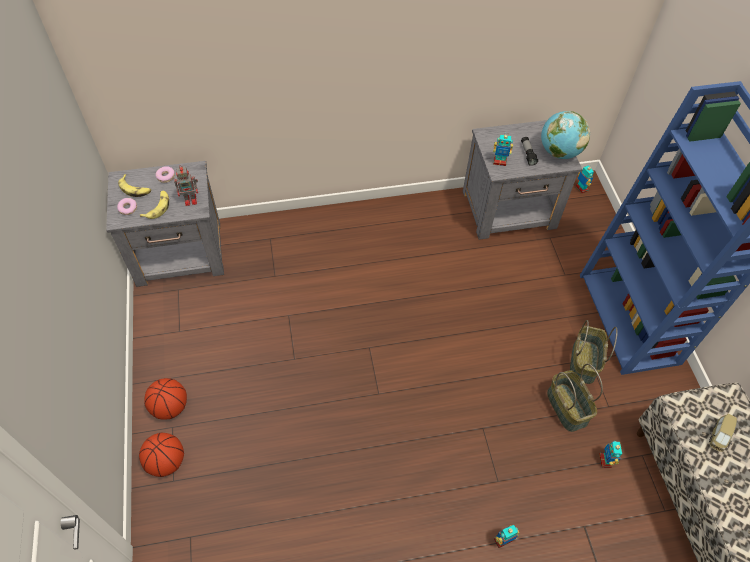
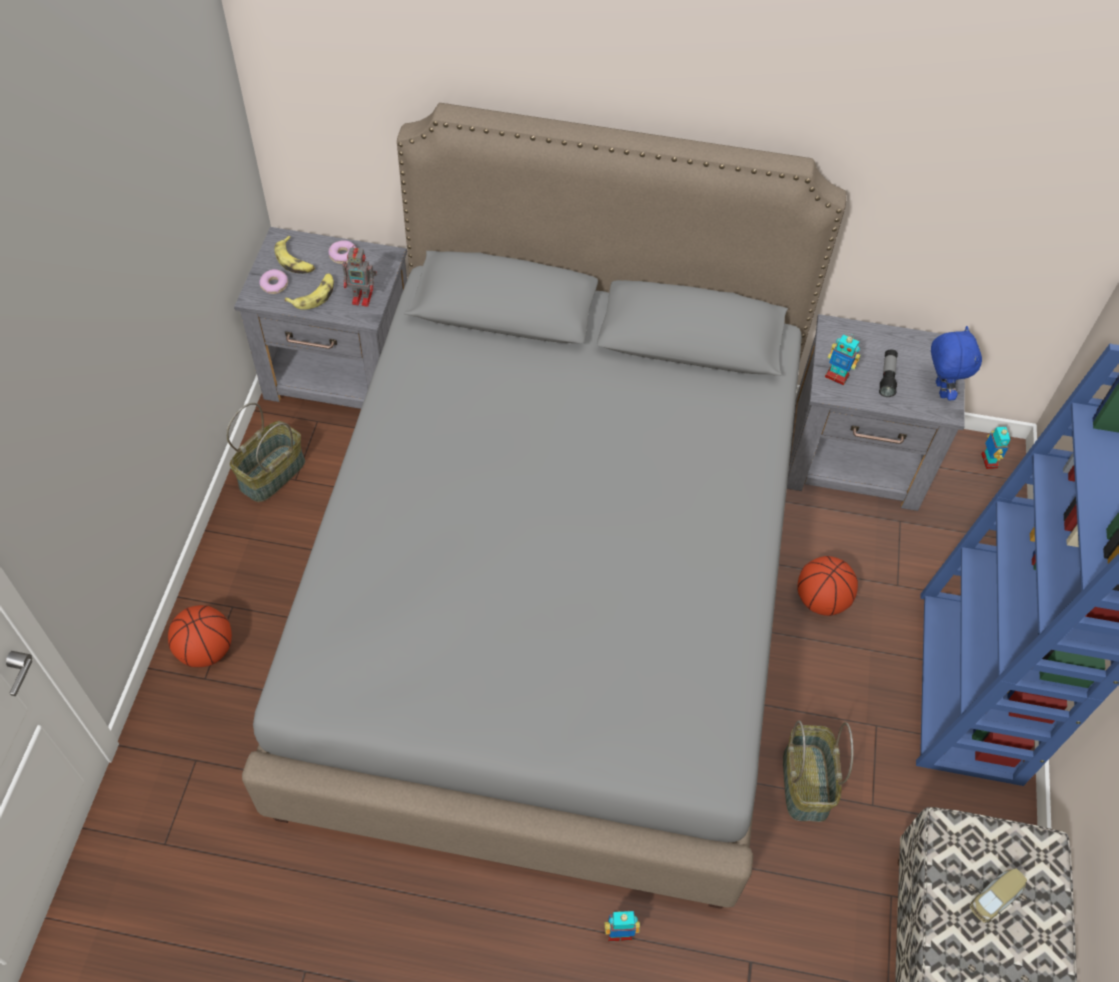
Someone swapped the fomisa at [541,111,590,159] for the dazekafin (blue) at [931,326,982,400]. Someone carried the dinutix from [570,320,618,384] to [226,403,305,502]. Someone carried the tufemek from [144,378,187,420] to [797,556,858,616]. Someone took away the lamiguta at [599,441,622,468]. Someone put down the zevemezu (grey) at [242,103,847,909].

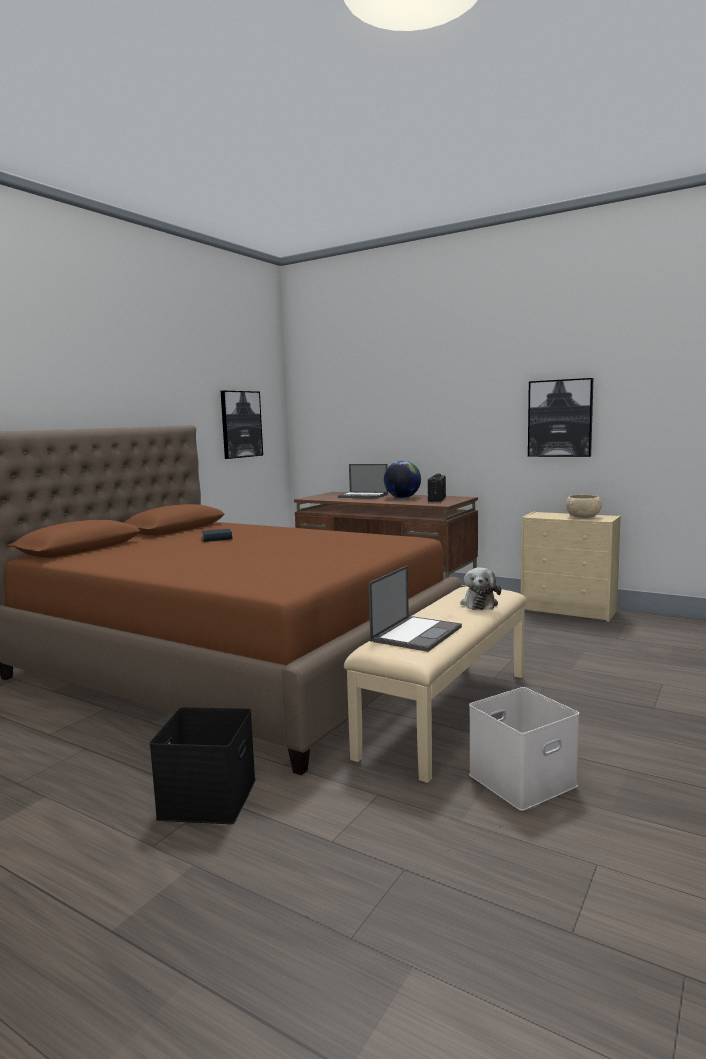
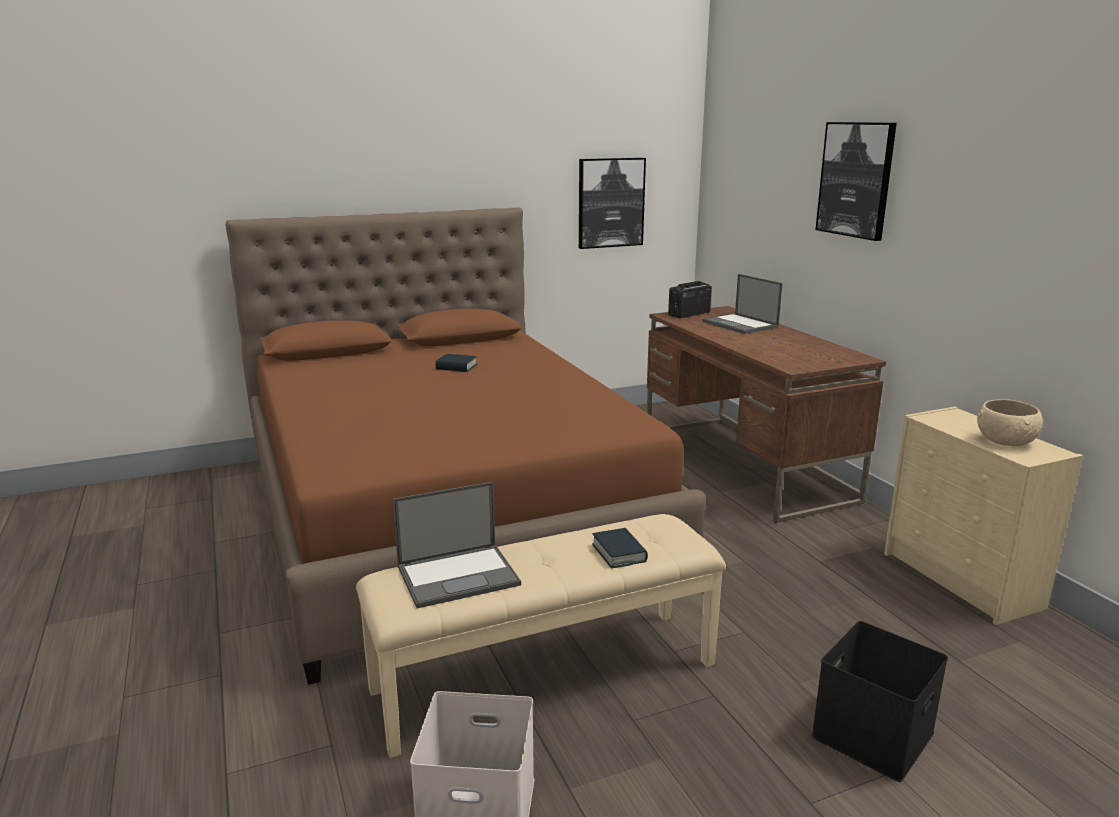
Someone carried the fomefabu from [528,378,593,457] to [815,122,897,241]. Someone took away the fomisa at [384,461,421,498]. Someone carried the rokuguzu from [428,473,446,502] to [668,281,712,318]. Someone swapped the dazekafin at [461,567,501,610] for the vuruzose at [592,528,648,568]. Someone carried the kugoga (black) from [149,707,256,824] to [811,621,948,782].

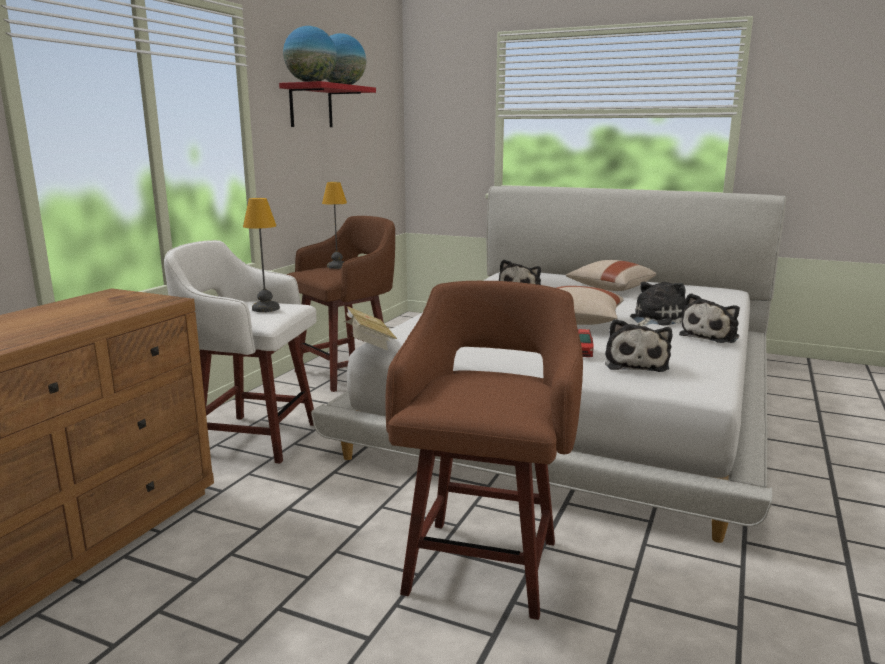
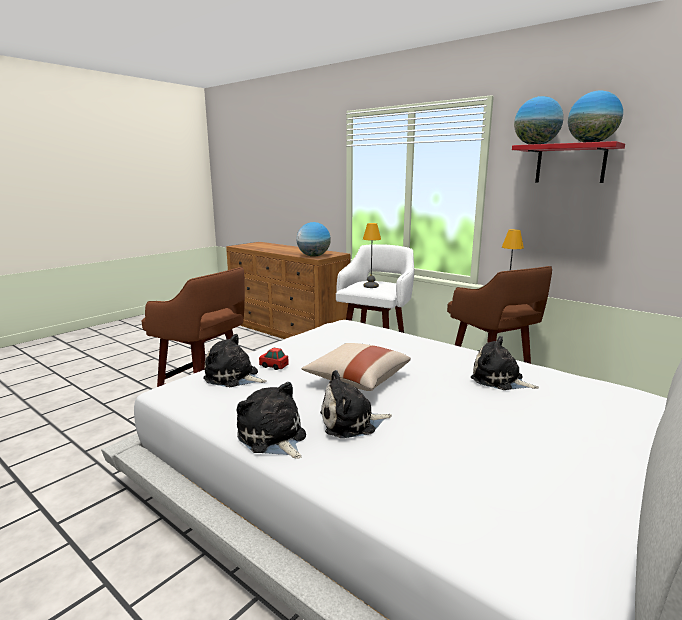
Someone took away the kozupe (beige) at [565,260,656,291]. Someone rotated the dazekafin at [630,282,686,326] by 105 degrees clockwise. Someone took away the vuruzose at [343,306,397,350]. Someone put down the fomisa at [296,222,331,257].

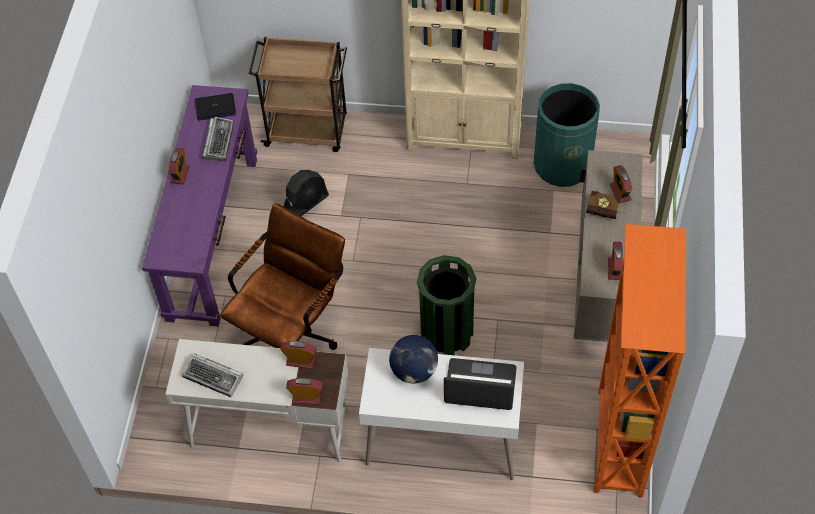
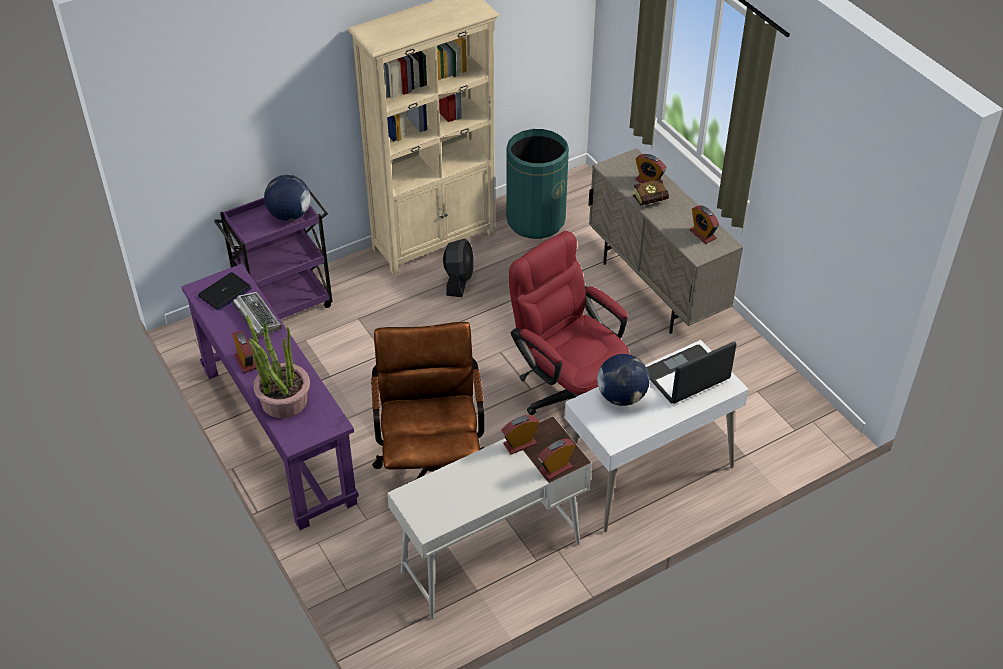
Someone repainted the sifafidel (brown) at [249,37,347,152], which became the sifafidel (purple) at [214,188,332,319]. Someone carried the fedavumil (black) from [284,170,329,216] to [443,239,474,297]. Someone took away the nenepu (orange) at [594,224,686,498]. Someone swapped the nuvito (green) at [417,255,476,355] for the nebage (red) at [509,231,629,415]. Someone took away the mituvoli at [182,354,243,397]. Someone put down the fomisa at [264,175,311,221]. Someone put down the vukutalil at [246,315,310,418].

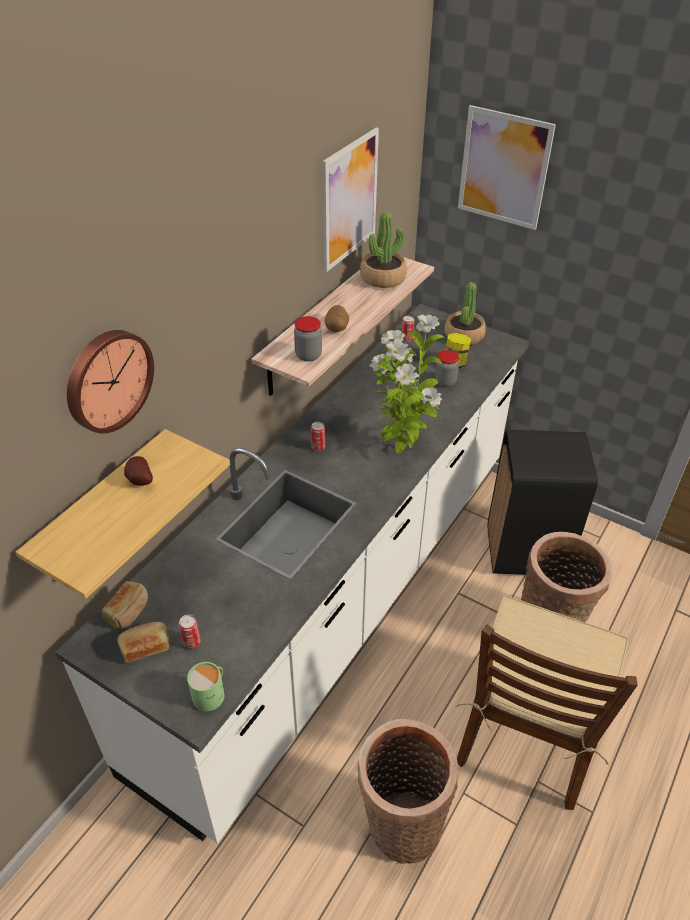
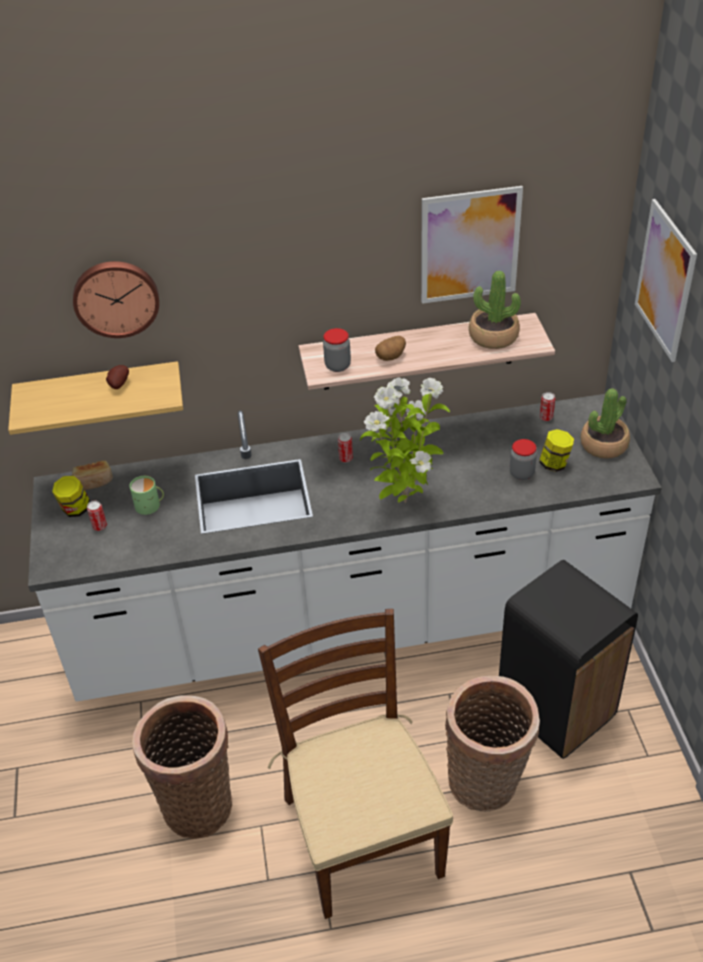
Someone rotated the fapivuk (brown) at [456,595,638,810] by 90 degrees clockwise. Someone swapped the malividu at [117,622,169,662] for the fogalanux at [52,476,90,517]. Someone carried the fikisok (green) from [187,662,225,711] to [130,476,164,515].

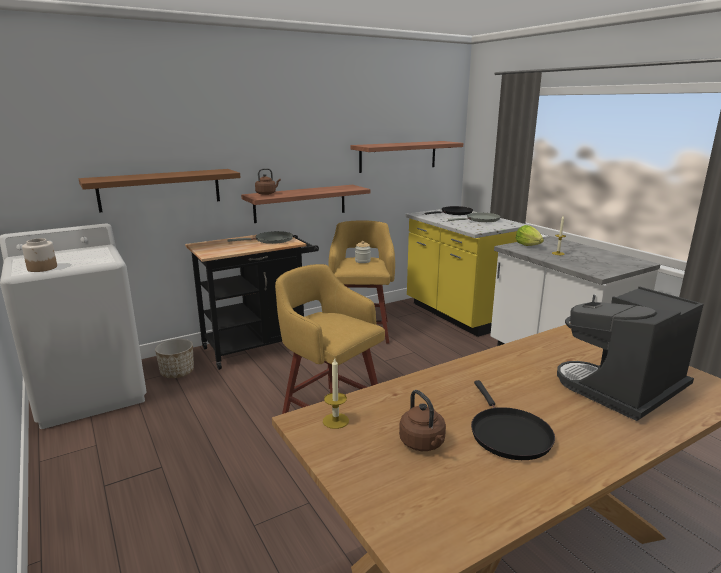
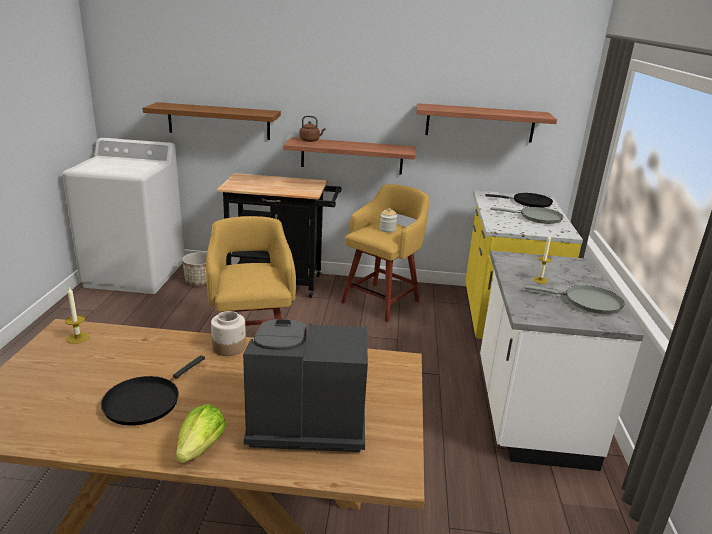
Someone carried the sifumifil from [516,225,544,246] to [176,404,226,463]. Someone carried the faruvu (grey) from [227,231,293,244] to [525,285,624,314]. Someone carried the fogalanux from [22,238,57,272] to [211,311,246,356]. Someone took away the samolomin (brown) at [399,390,446,451].

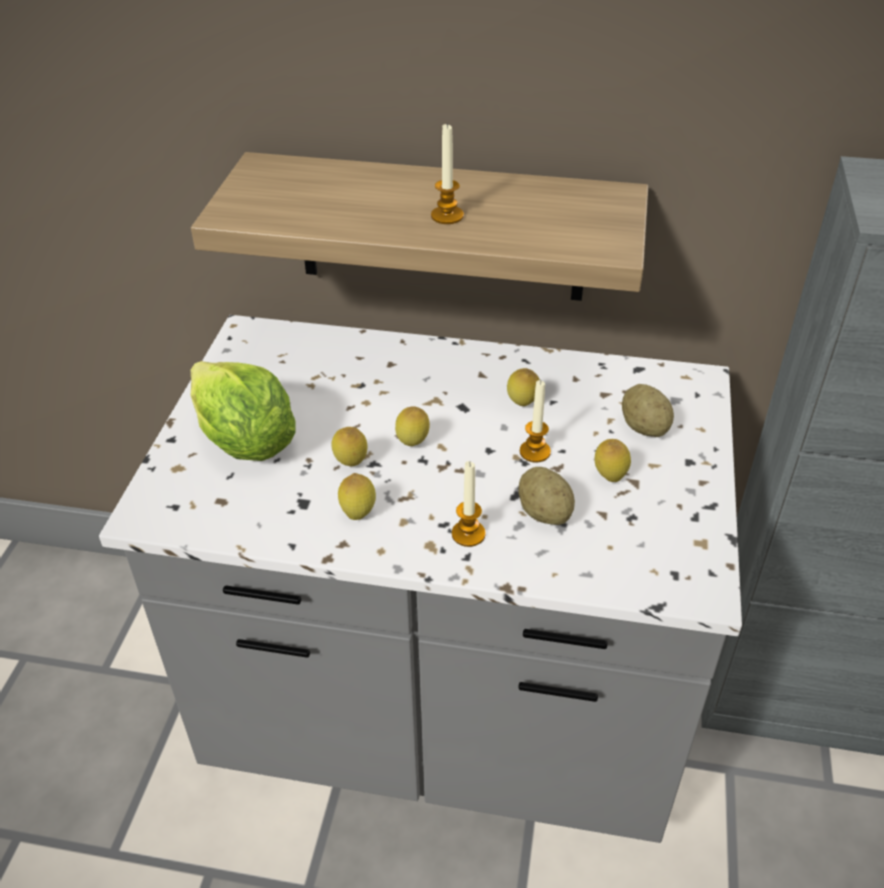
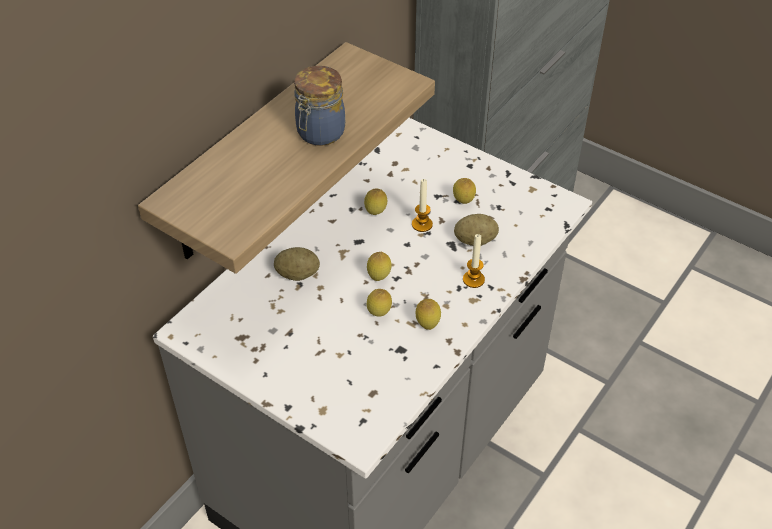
Someone swapped the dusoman at [431,123,464,224] for the fogalanux at [294,66,345,146]. Someone took away the sifumifil at [191,361,296,461]. Someone carried the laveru from [622,384,674,437] to [274,247,320,281].

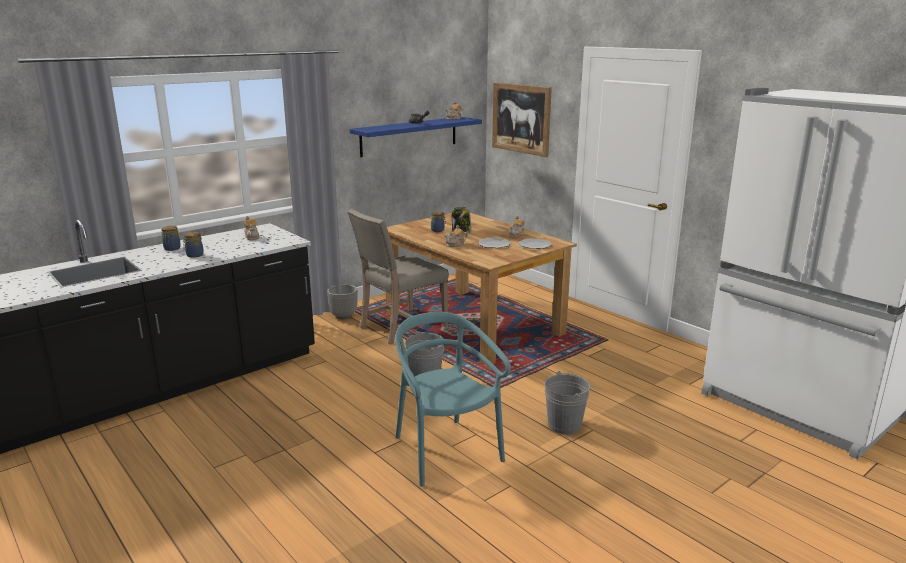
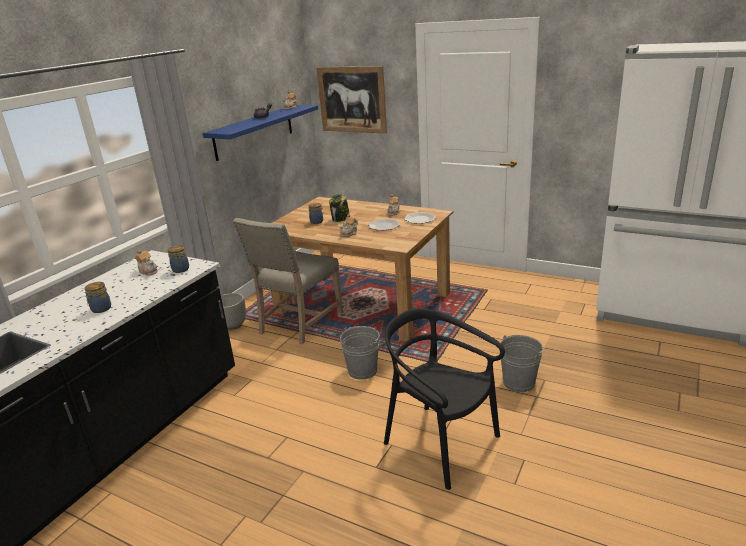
Someone carried the fogalanux from [161,226,181,251] to [168,245,189,273]. Someone repainted the fapivuk (turquoise) at [395,311,511,487], which became the fapivuk (black) at [384,308,505,490].

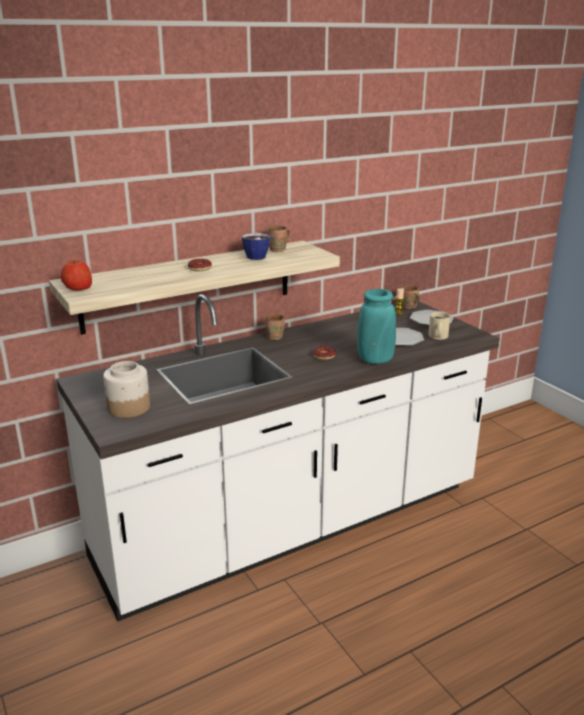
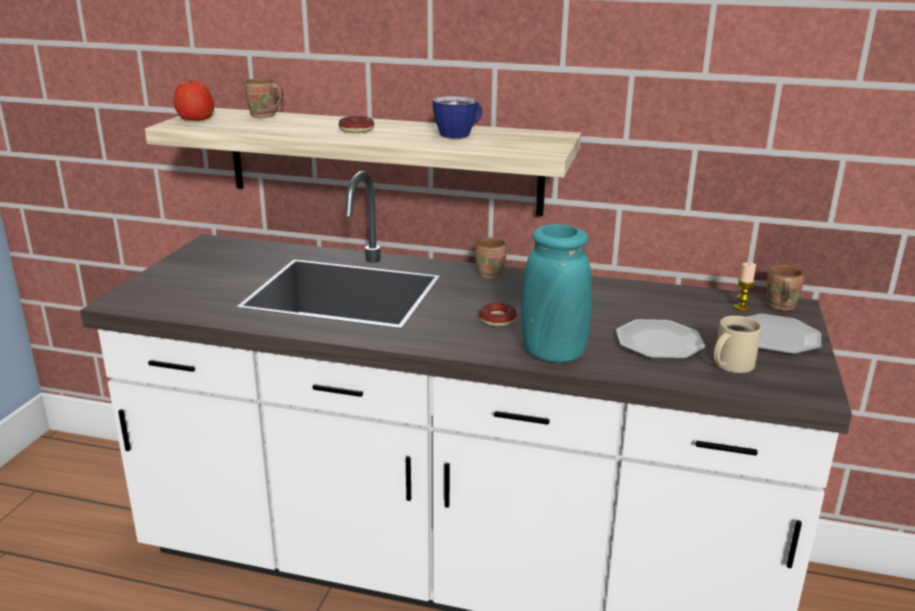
Someone carried the fikisok (brown) from [267,225,290,252] to [245,78,283,118]. Someone took away the fogalanux at [103,361,150,418].

